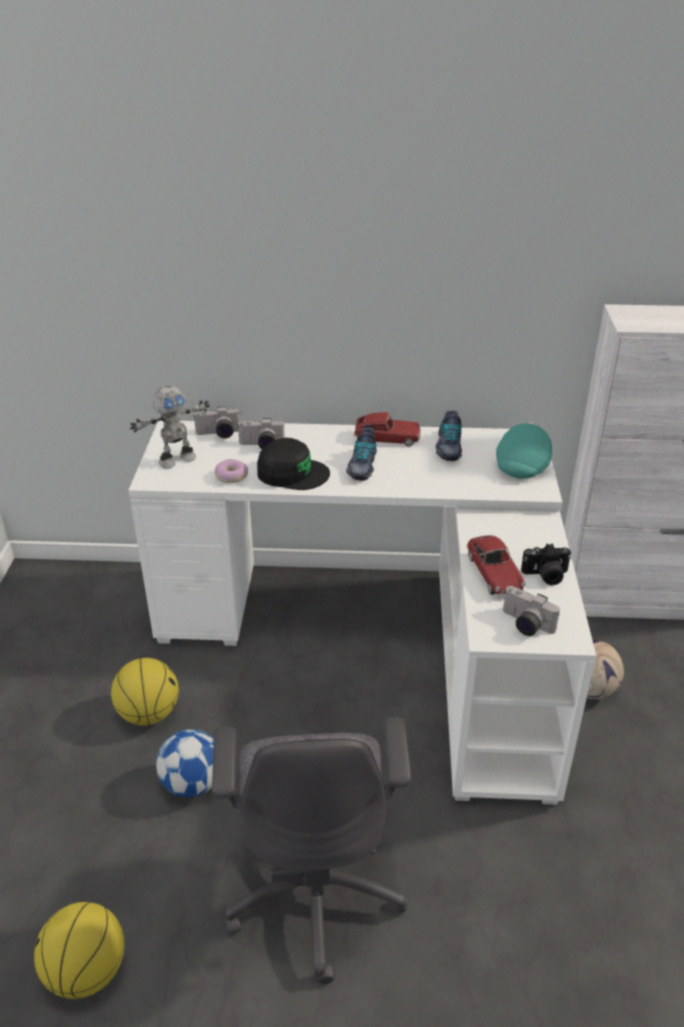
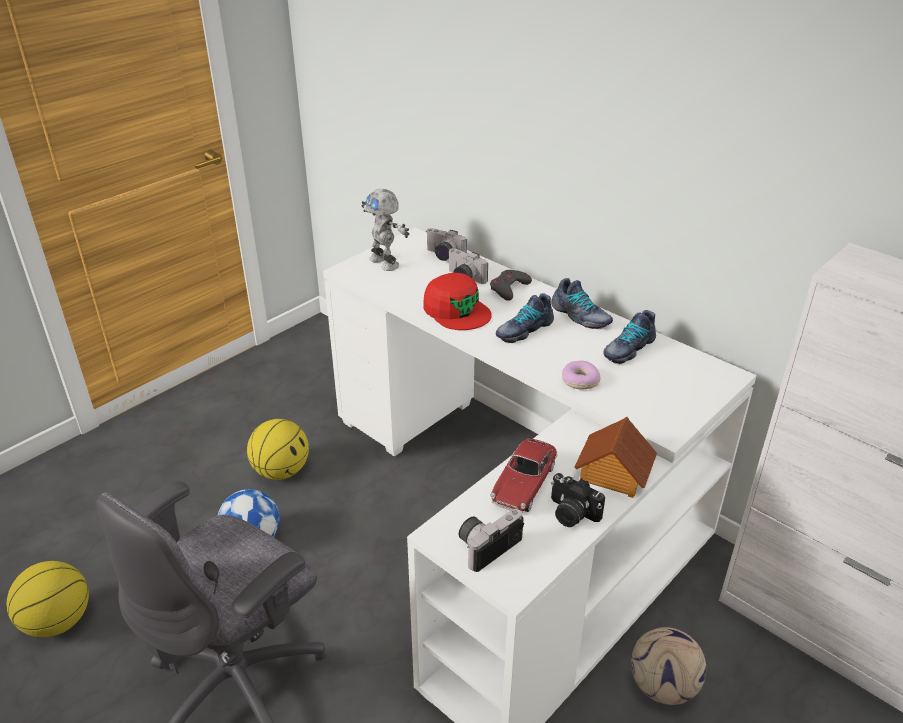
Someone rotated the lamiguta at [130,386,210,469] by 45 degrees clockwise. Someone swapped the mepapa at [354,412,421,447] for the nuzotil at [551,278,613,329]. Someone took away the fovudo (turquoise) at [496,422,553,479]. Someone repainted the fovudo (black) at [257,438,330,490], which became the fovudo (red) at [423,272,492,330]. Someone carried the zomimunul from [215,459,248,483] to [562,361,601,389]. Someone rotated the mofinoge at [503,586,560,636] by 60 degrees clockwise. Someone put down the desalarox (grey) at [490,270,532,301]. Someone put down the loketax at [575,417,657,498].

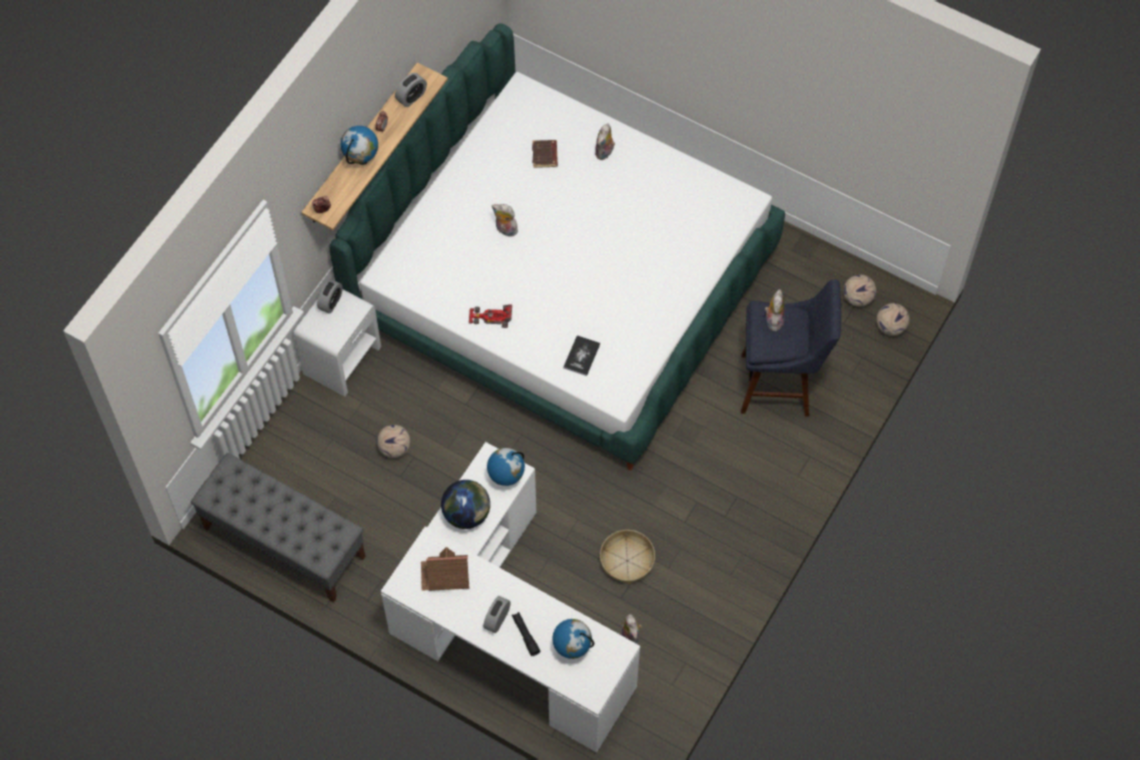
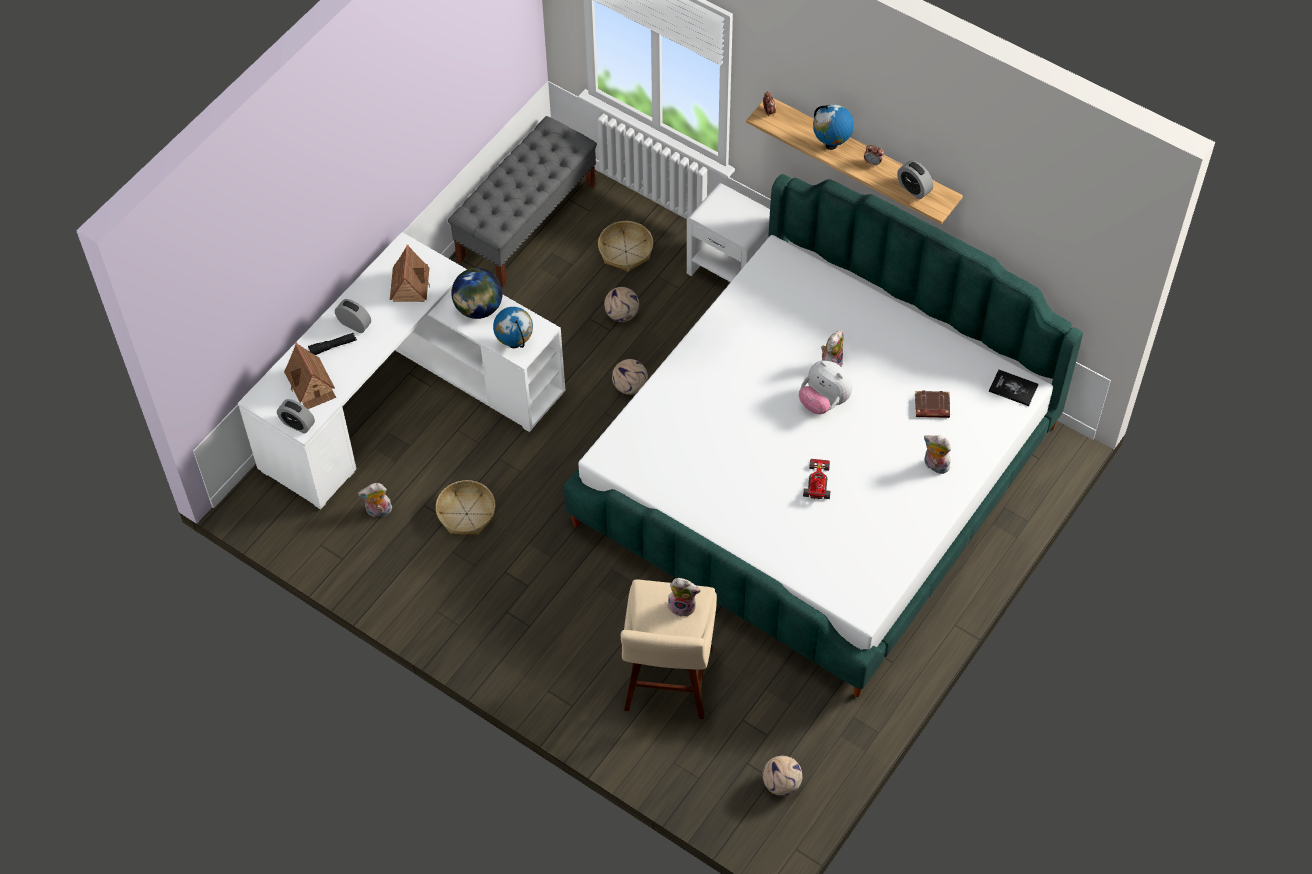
Someone carried the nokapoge from [317,279,343,314] to [277,399,315,434]. Someone repainted the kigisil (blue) at [741,279,841,416], which became the kigisil (beige) at [621,580,717,719]. Someone carried the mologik from [877,303,910,336] to [612,359,648,395]. Someone carried the mepapa from [469,305,512,328] to [803,459,830,500]. Someone carried the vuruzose from [563,335,600,376] to [989,369,1039,406]. Someone swapped the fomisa at [552,619,594,659] for the loketax at [284,342,336,409]. Someone put down the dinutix at [598,221,653,272]. Someone put down the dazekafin at [799,360,852,414].

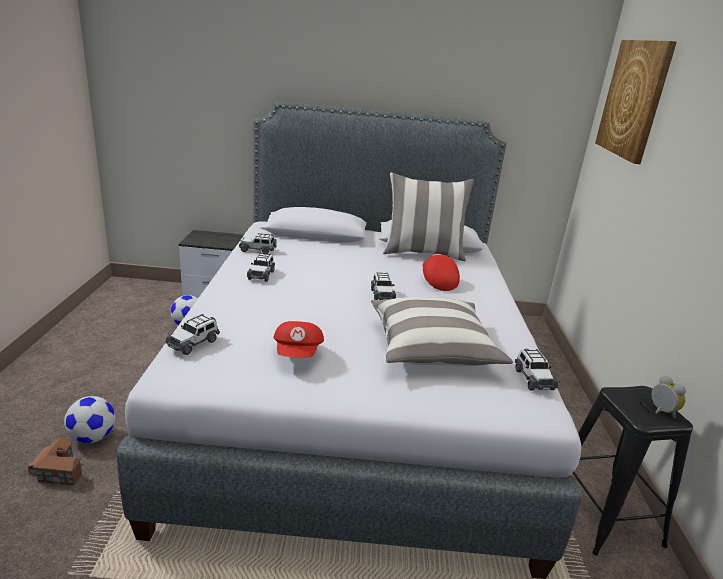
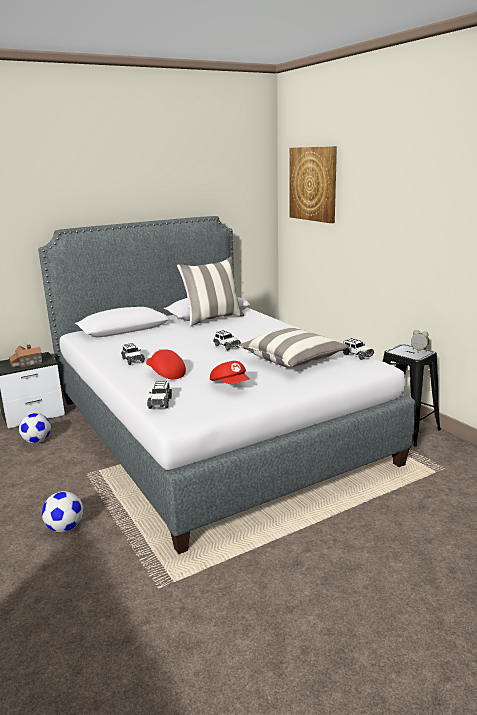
Someone took away the mepapa at [239,233,277,254]. Someone carried the fovudo (red) from [422,254,460,291] to [146,349,186,379]. Someone carried the loketax from [28,435,82,486] to [9,344,42,367].

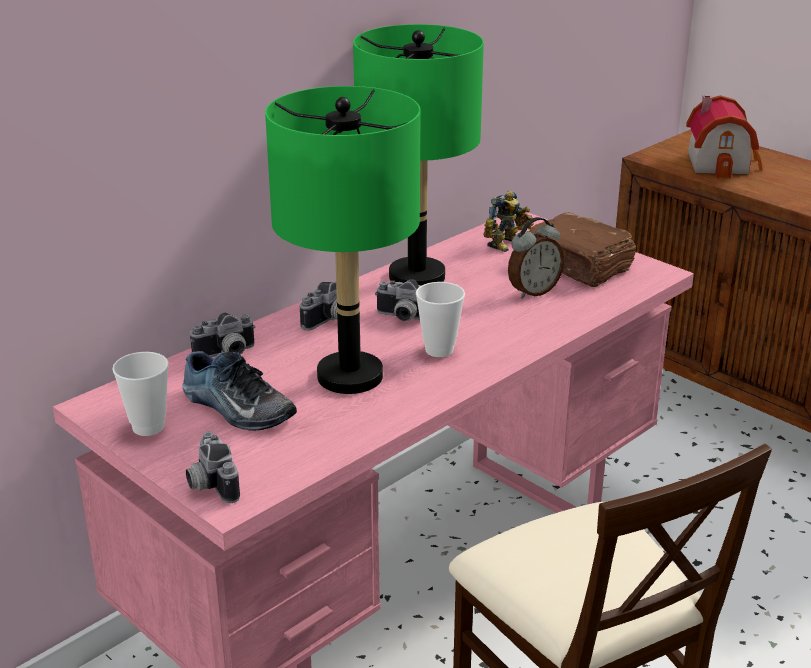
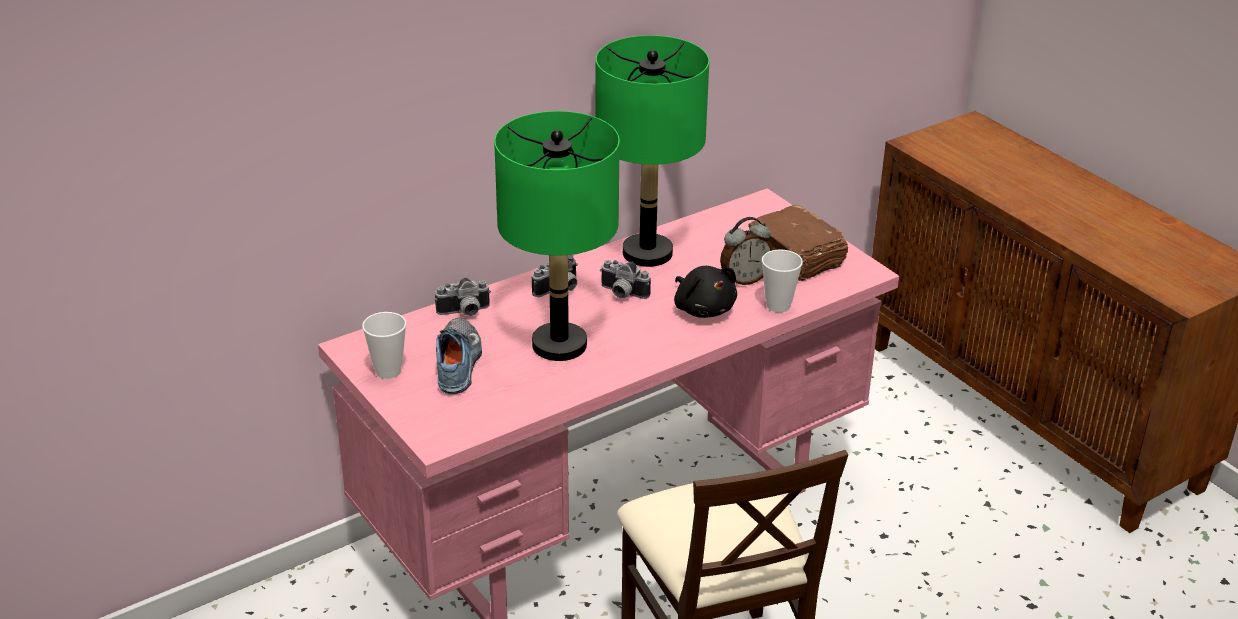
Someone took away the loketax at [686,95,763,179]. Someone took away the lamiguta at [483,190,534,252]. Someone carried the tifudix from [416,282,465,357] to [762,249,803,313]. Someone rotated the nuzotil at [182,351,297,431] by 135 degrees counterclockwise. Someone took away the mofinoge at [186,432,240,503]. Someone put down the dazekafin (black) at [674,266,737,318].

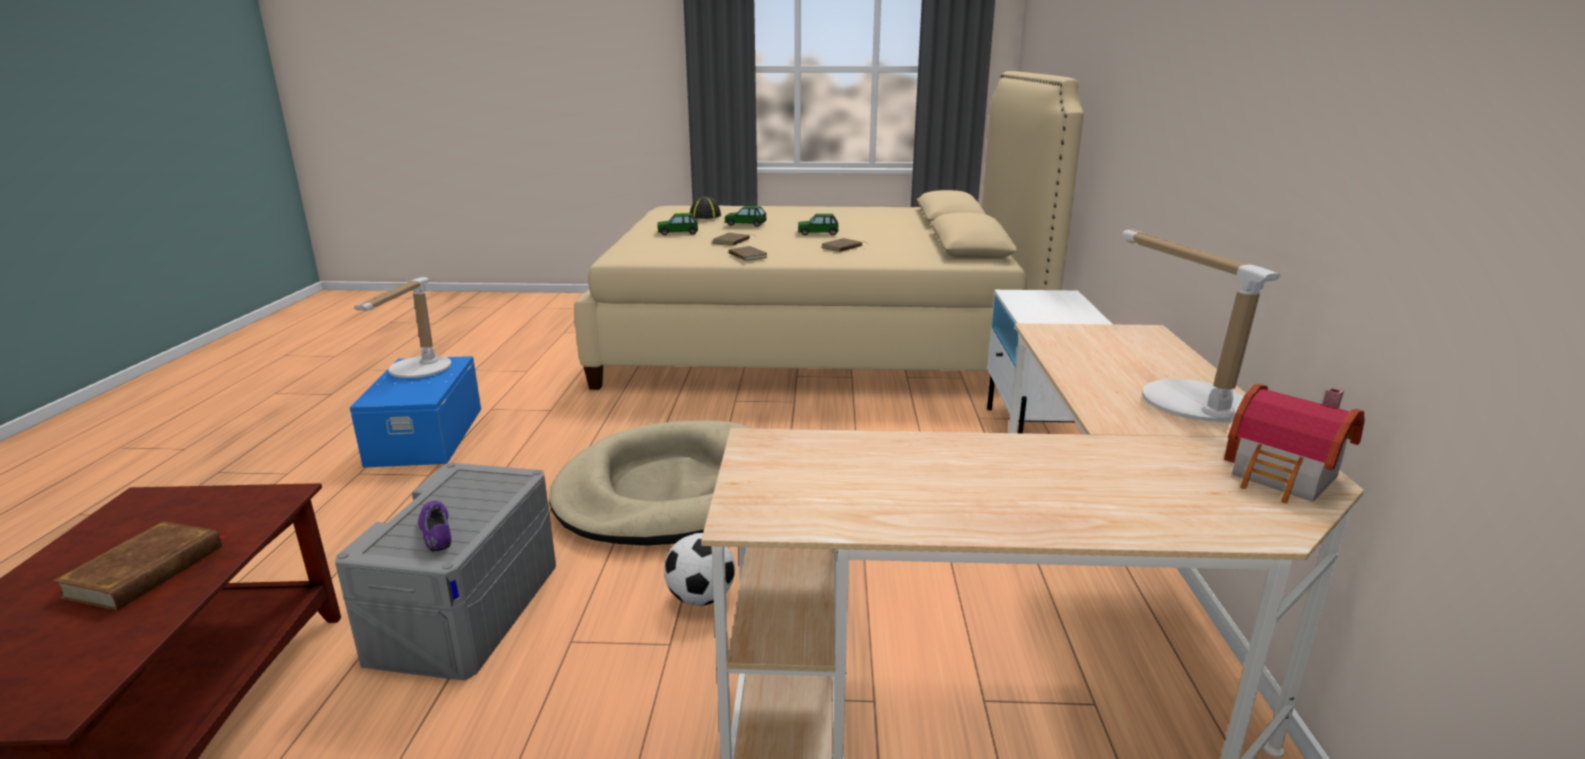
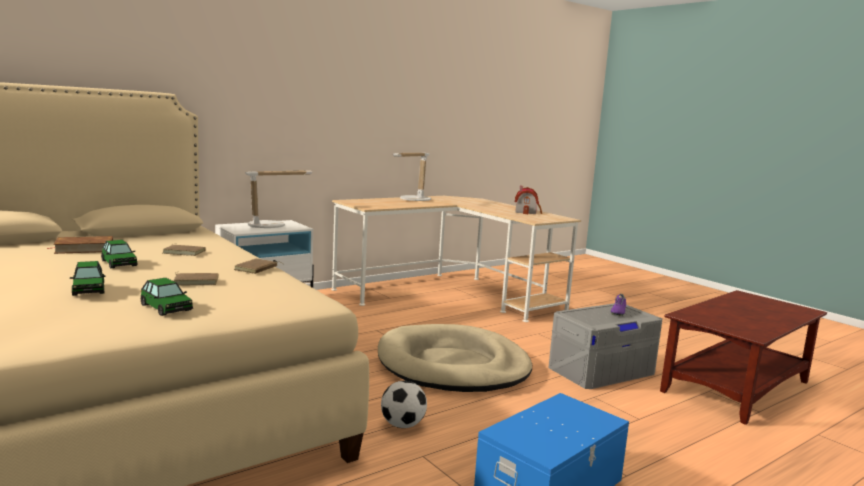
Someone took away the fovudo at [673,196,721,219]. Someone carried the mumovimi from [354,277,451,378] to [245,170,312,228]. Someone carried the loketax from [1224,384,1365,503] to [515,186,542,214]. Someone carried the vuruzose (brown) from [52,521,226,611] to [46,236,113,254]. Someone carried the mologik from [664,533,735,606] to [381,381,427,428].

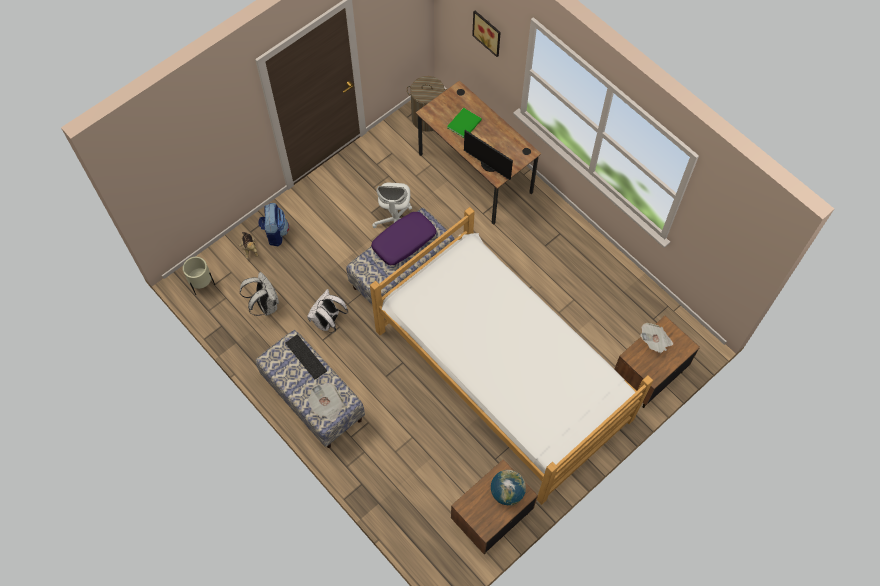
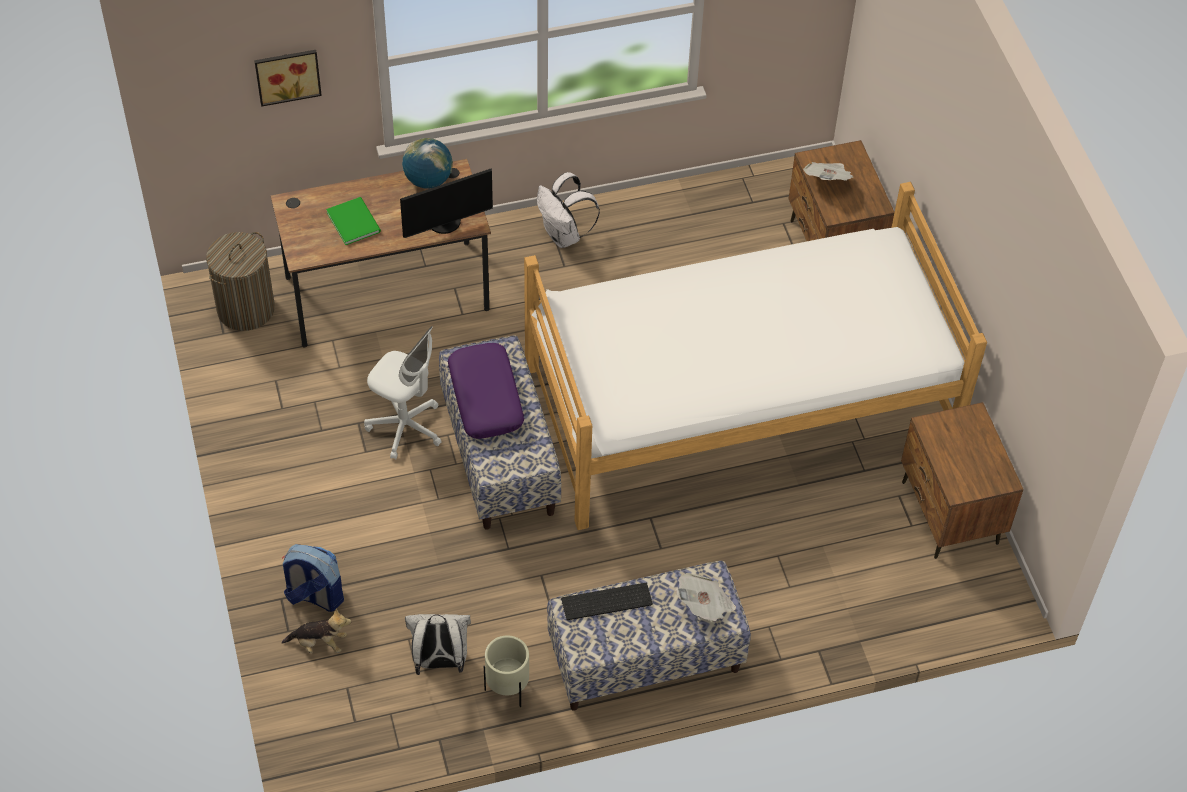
Someone carried the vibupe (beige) from [183,257,215,295] to [484,635,529,707]. Someone carried the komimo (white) from [307,289,348,333] to [537,172,600,248]. Someone carried the fomisa from [491,470,526,506] to [402,138,453,189].

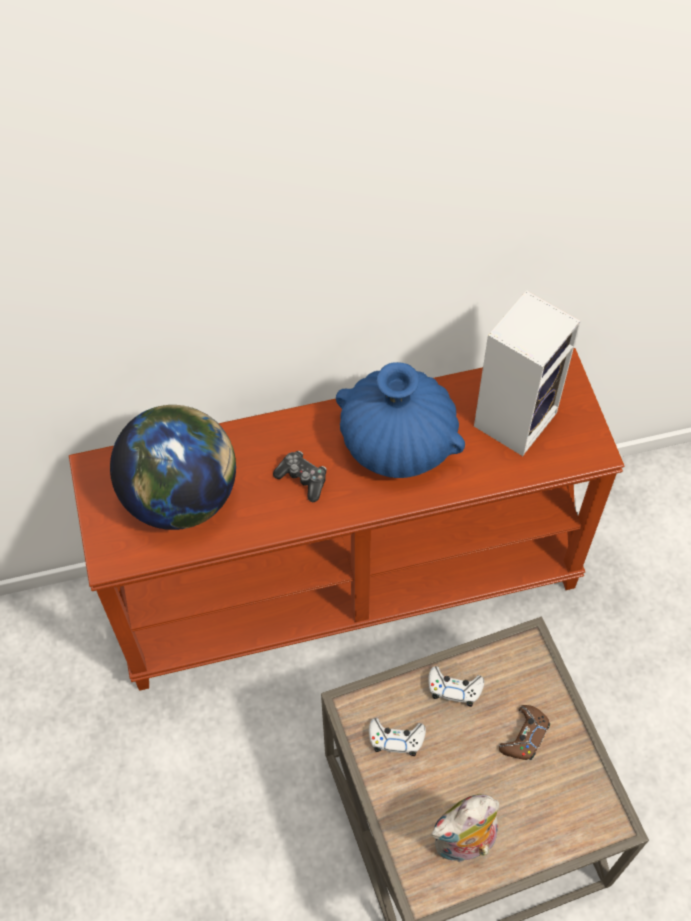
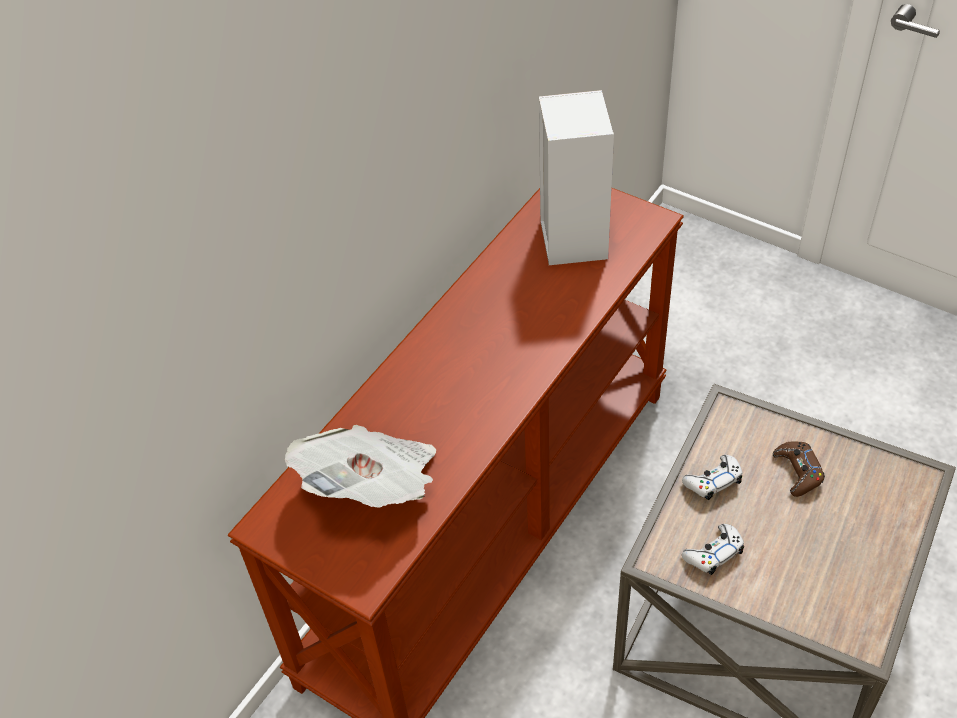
Someone took away the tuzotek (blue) at [336,362,465,478]. Someone swapped the fomisa at [110,405,236,530] for the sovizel at [285,425,437,508]. Someone took away the desalarox at [273,451,327,502]. Someone took away the dazekafin at [431,794,499,862].

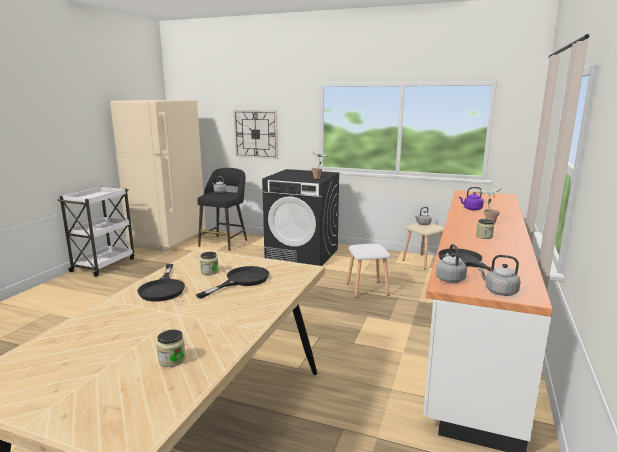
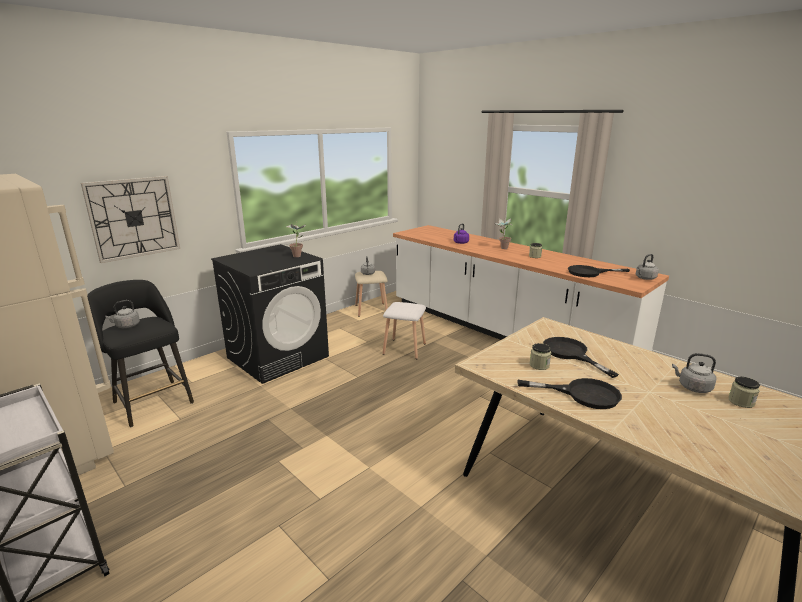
Someone carried the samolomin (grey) from [436,244,467,283] to [672,353,716,393].

